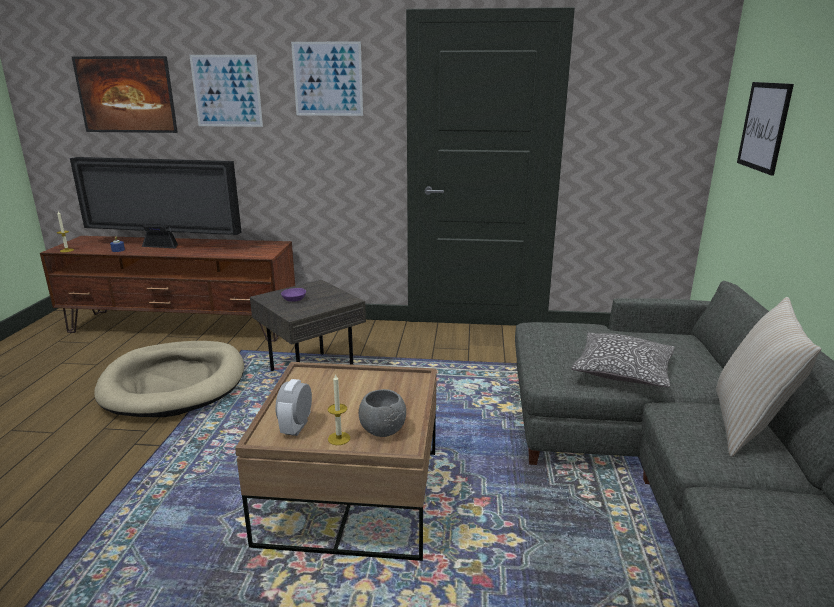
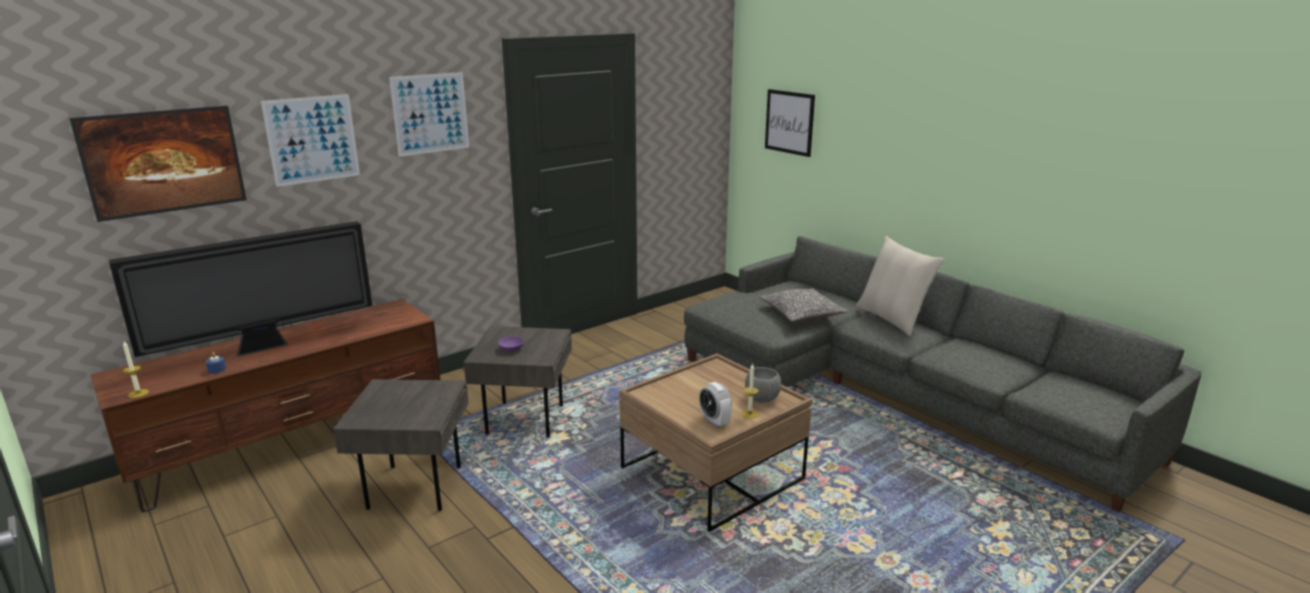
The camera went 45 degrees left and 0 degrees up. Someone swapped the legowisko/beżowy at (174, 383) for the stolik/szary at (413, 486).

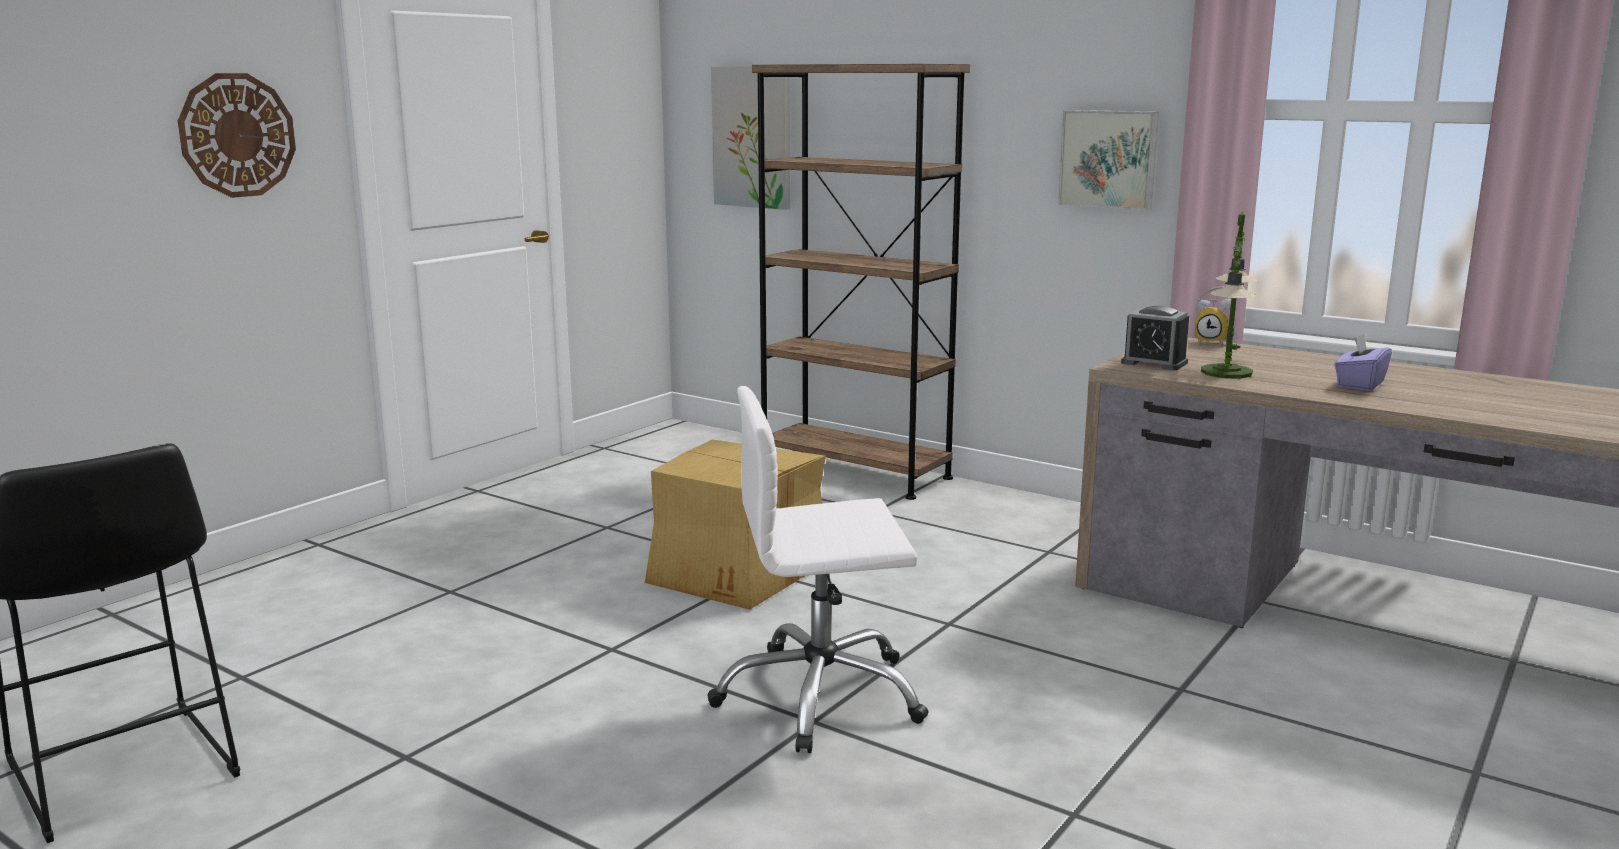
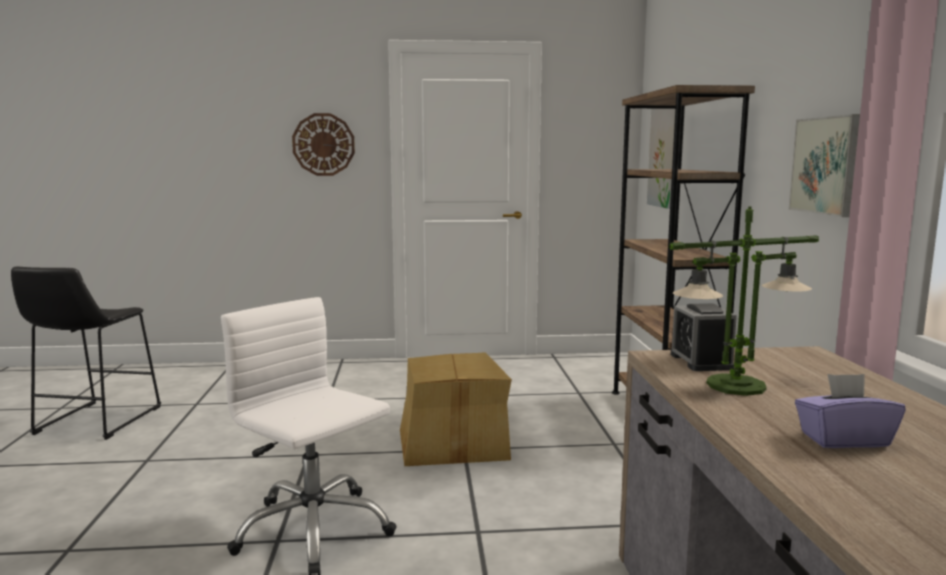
The camera went 50 degrees right and 5 degrees down. Someone took away the budzik at (1213, 342).

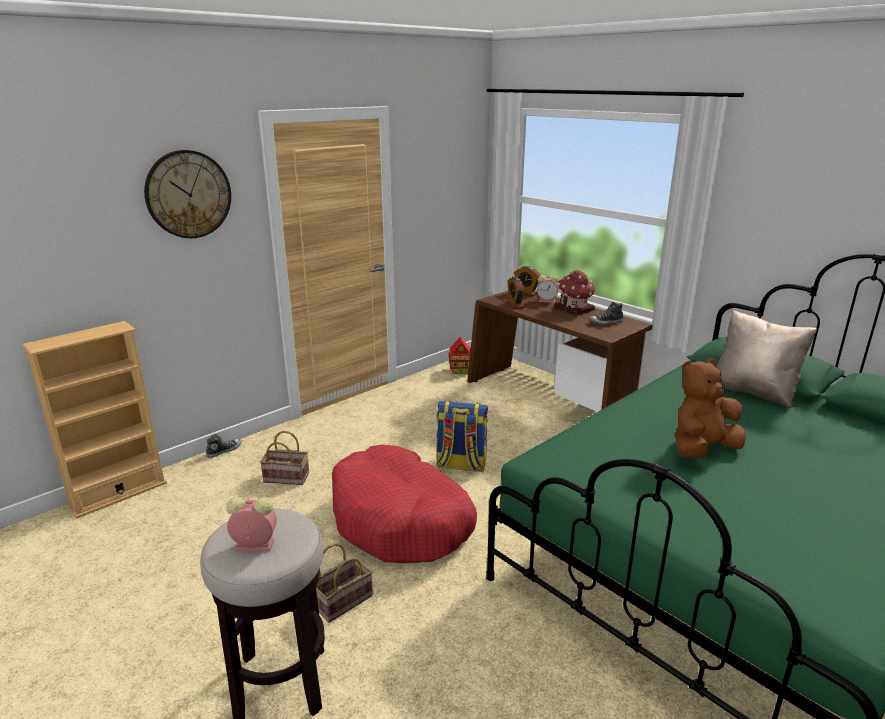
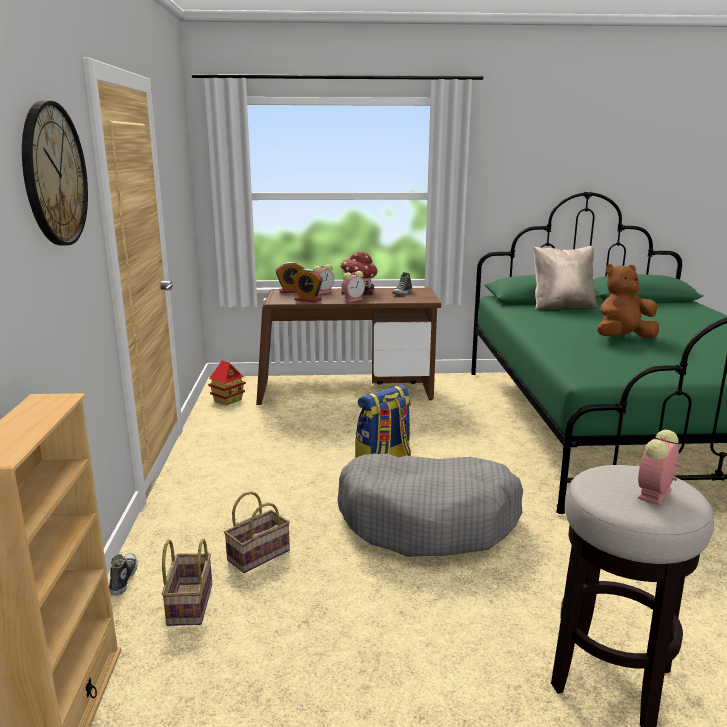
The camera went 50 degrees left and 5 degrees down. Someone put down the budzik at (353, 299). Someone carried the koszyk from (343, 600) to (189, 603). Someone repainted the legowisko/czerwony at (401, 520), which became the legowisko/szary at (428, 520). Someone rotated the pluszak/brązowy at (702, 450) by 60 degrees clockwise.

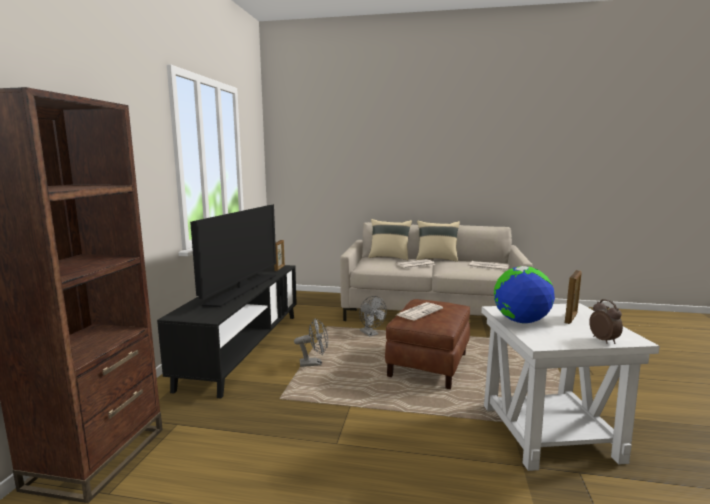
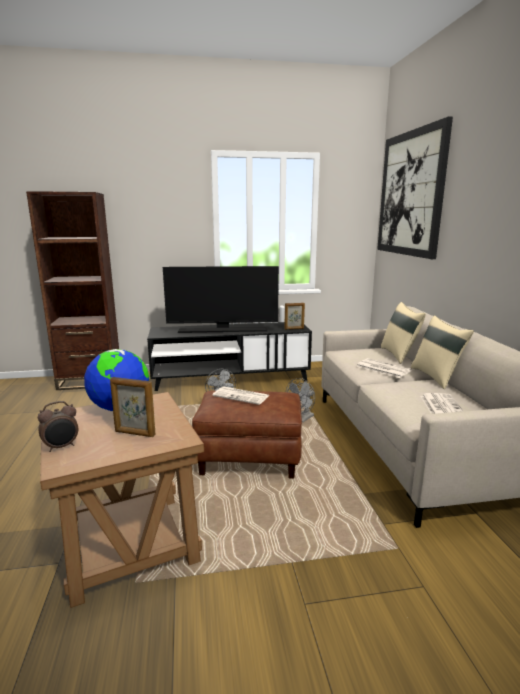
The camera went 70 degrees right and 5 degrees up. Someone put up the obraz at (410, 194). Someone repainted the stolik/biały at (547, 431), which became the stolik/brązowy at (130, 543).

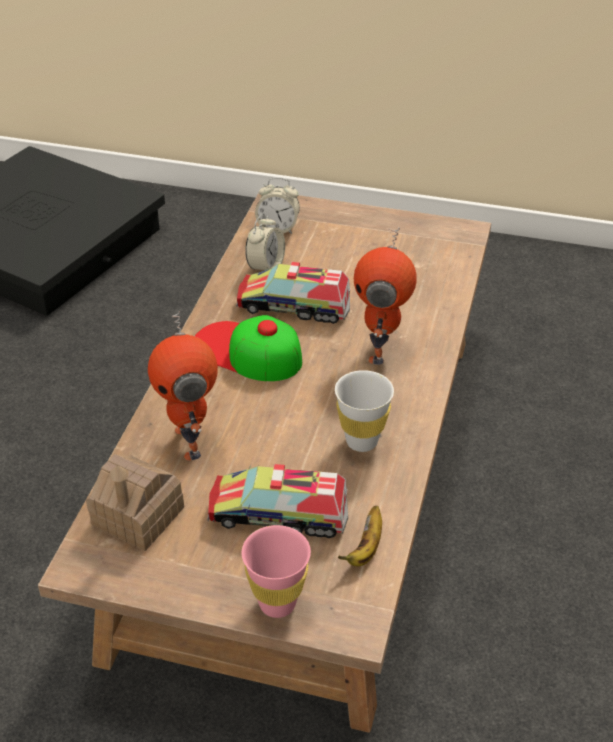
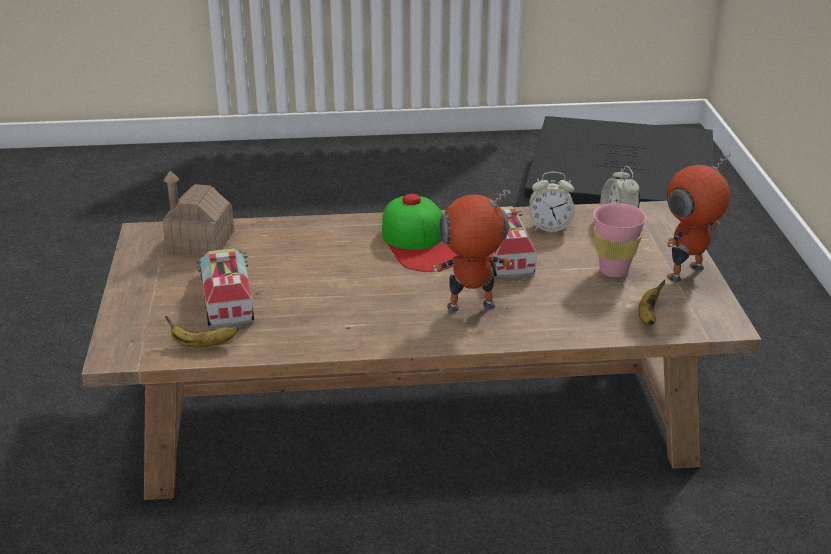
The camera went 70 degrees right and 10 degrees down. Someone took away the filiżanka/biały at (361, 441). Someone put down the banan at (647, 317). Someone carried the robot zabawkowy from (190, 442) to (687, 274). Someone carried the filiżanka/różowy from (277, 603) to (613, 270). Someone rotated the czapka z daszkiem at (247, 352) by 150 degrees clockwise.

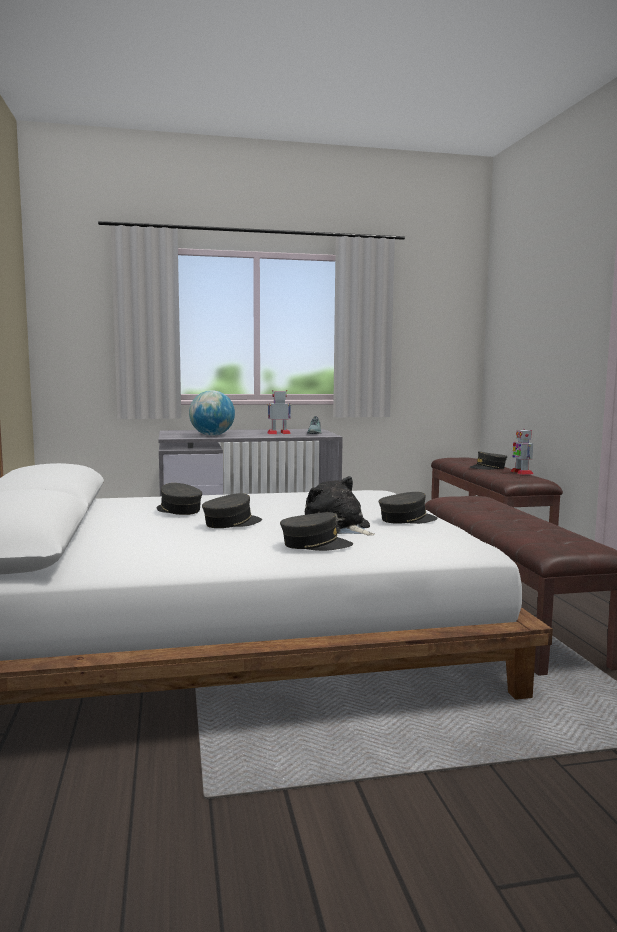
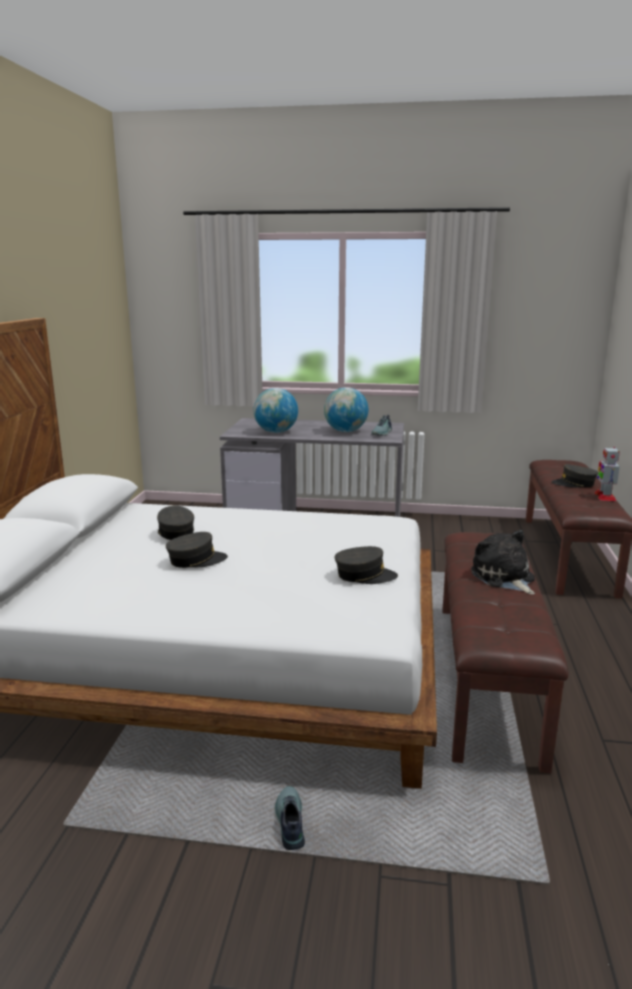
The camera went 20 degrees right and 10 degrees up. Someone took away the czapka z daszkiem/szary at (315, 545). Someone put down the but at (288, 822). Someone carried the pluszak from (338, 527) to (504, 578). Someone swapped the robot zabawkowy at (279, 433) for the globus at (345, 431).

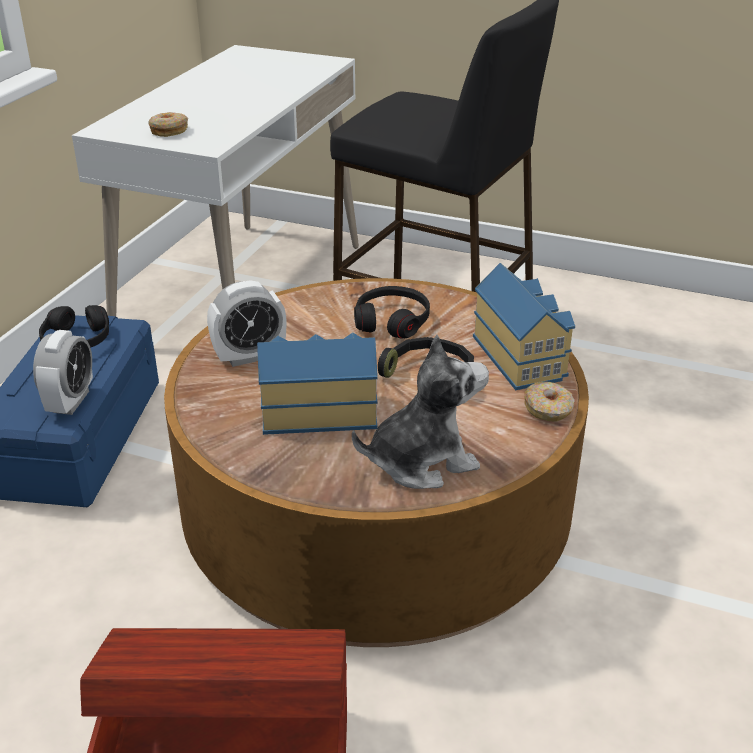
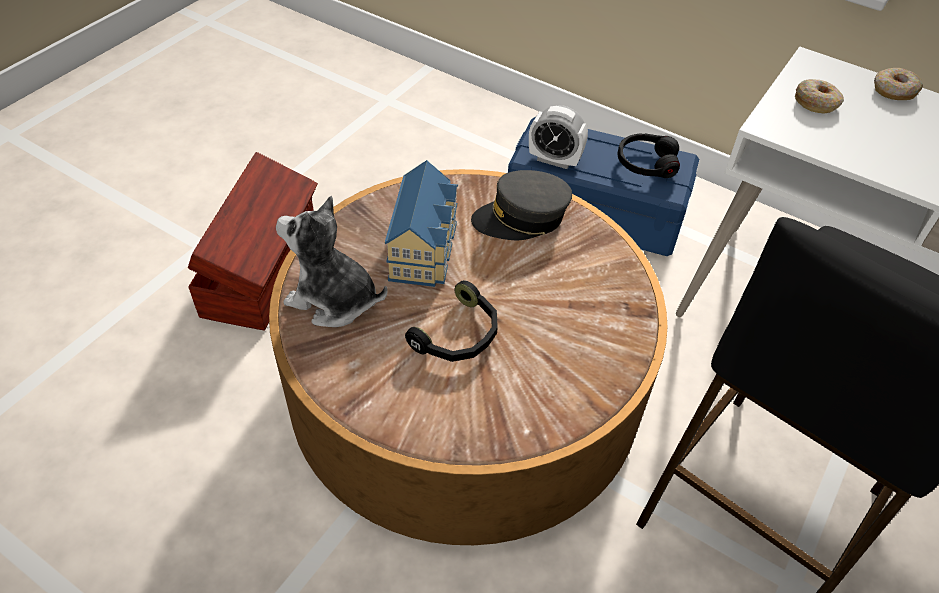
The camera went 100 degrees right and 15 degrees up. Someone took away the słuchawki/czarny at (392, 321). Someone took away the domek at (521, 356). Someone carried the donut from (548, 409) to (893, 91). Someone swapped the budzik at (250, 356) for the czapka z daszkiem/szary at (521, 218). Someone rotated the pluszak at (421, 461) by 120 degrees clockwise.

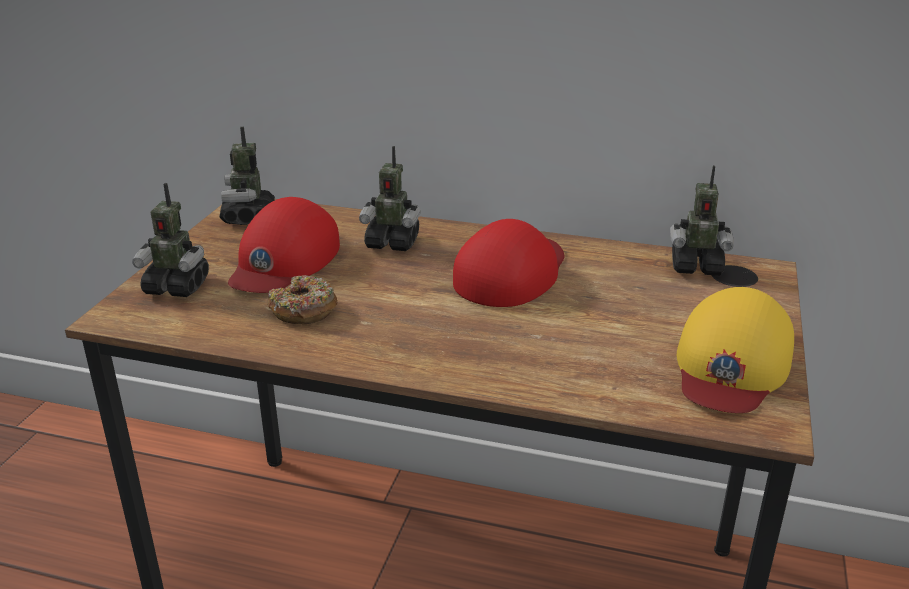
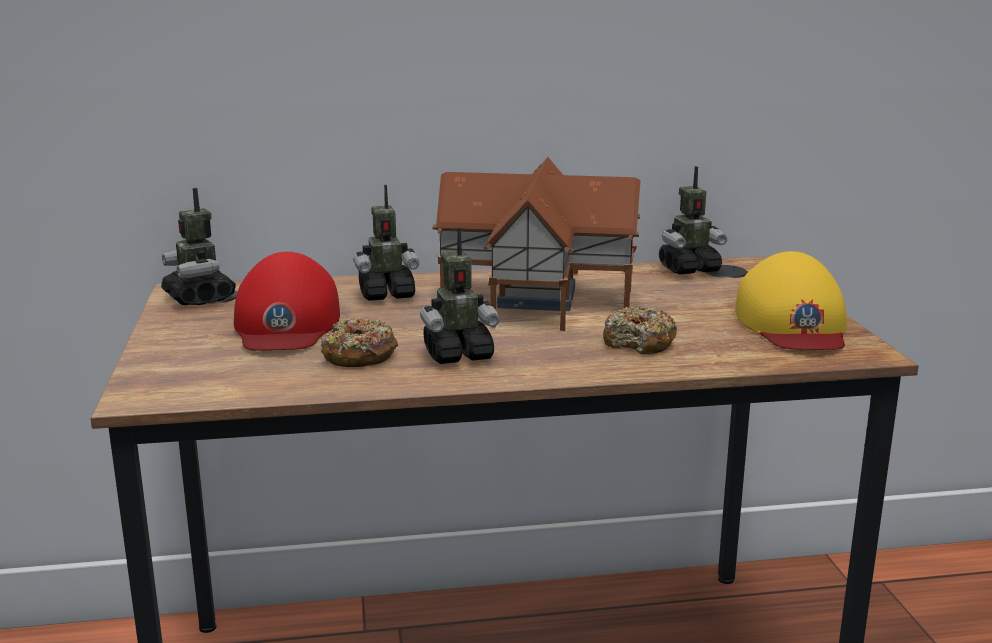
The camera went 25 degrees left and 10 degrees down. Someone put down the donut at (639, 342). Someone carried the robot zabawkowy from (177, 286) to (458, 355). Someone swapped the czapka z daszkiem/czerwony at (512, 274) for the domek at (534, 298).

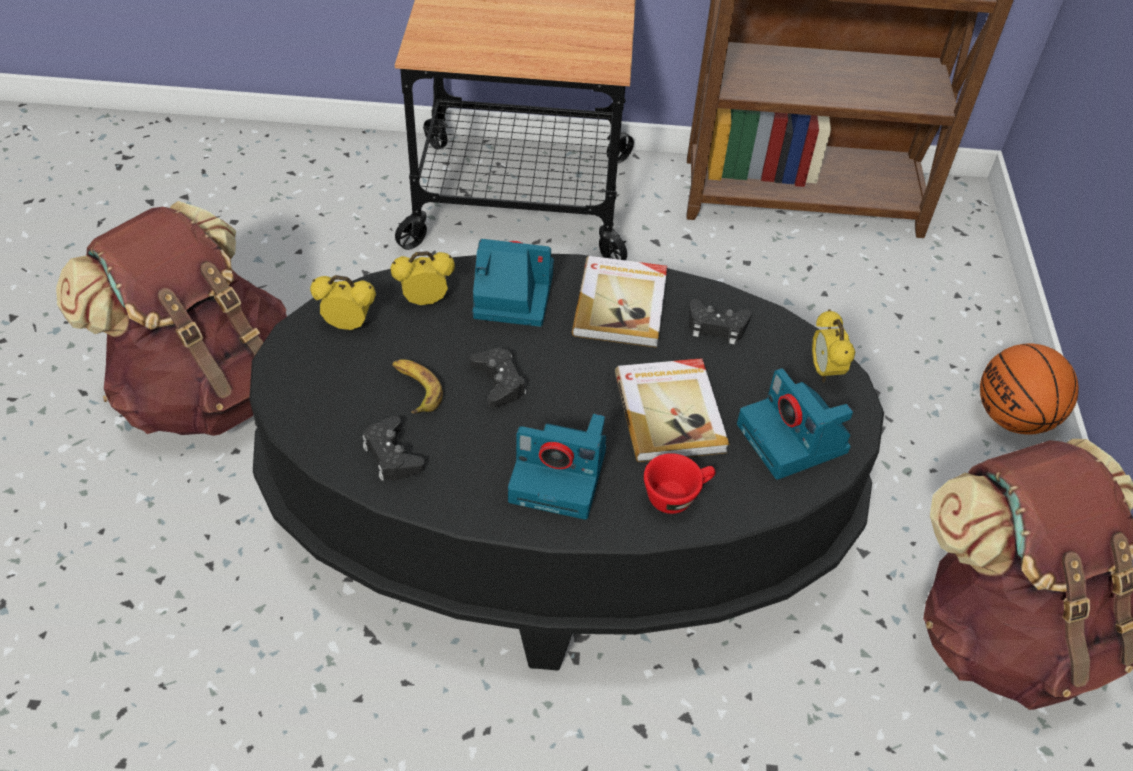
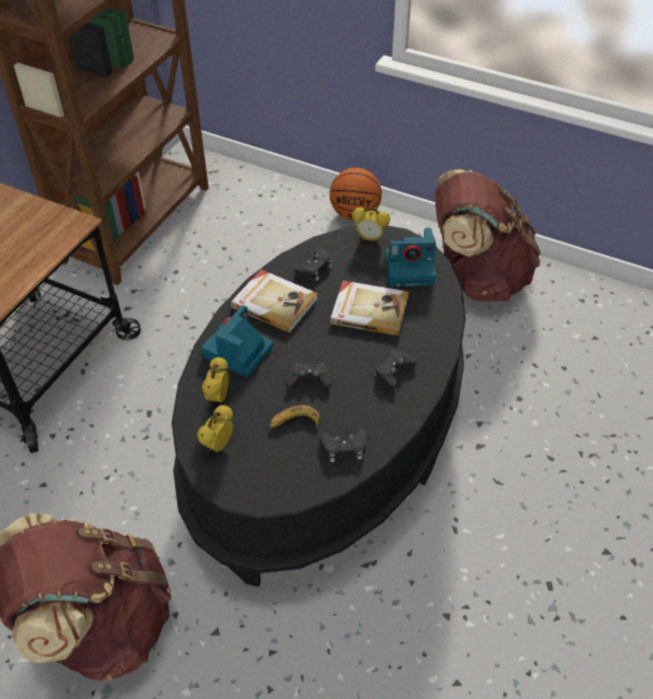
The camera went 65 degrees left and 0 degrees up. Someone took away the filiżanka/czerwony at (677, 495). Someone swapped the aparat fotograficzny at (560, 475) for the pad do gier/czarny at (394, 372).

